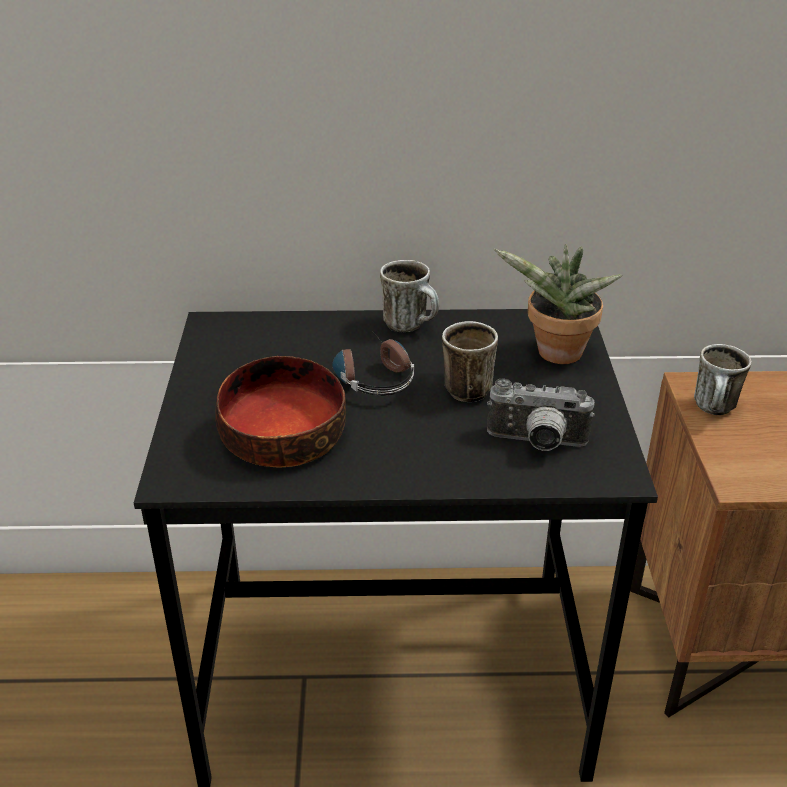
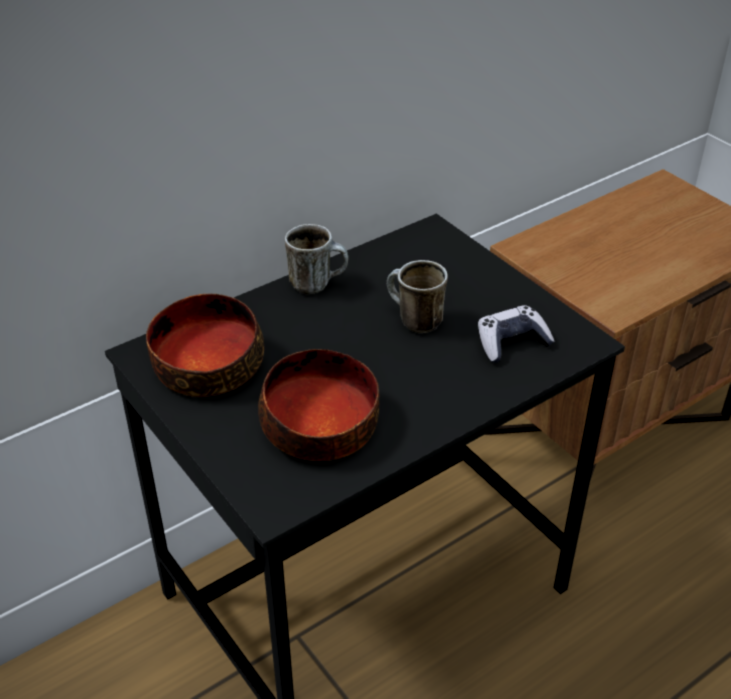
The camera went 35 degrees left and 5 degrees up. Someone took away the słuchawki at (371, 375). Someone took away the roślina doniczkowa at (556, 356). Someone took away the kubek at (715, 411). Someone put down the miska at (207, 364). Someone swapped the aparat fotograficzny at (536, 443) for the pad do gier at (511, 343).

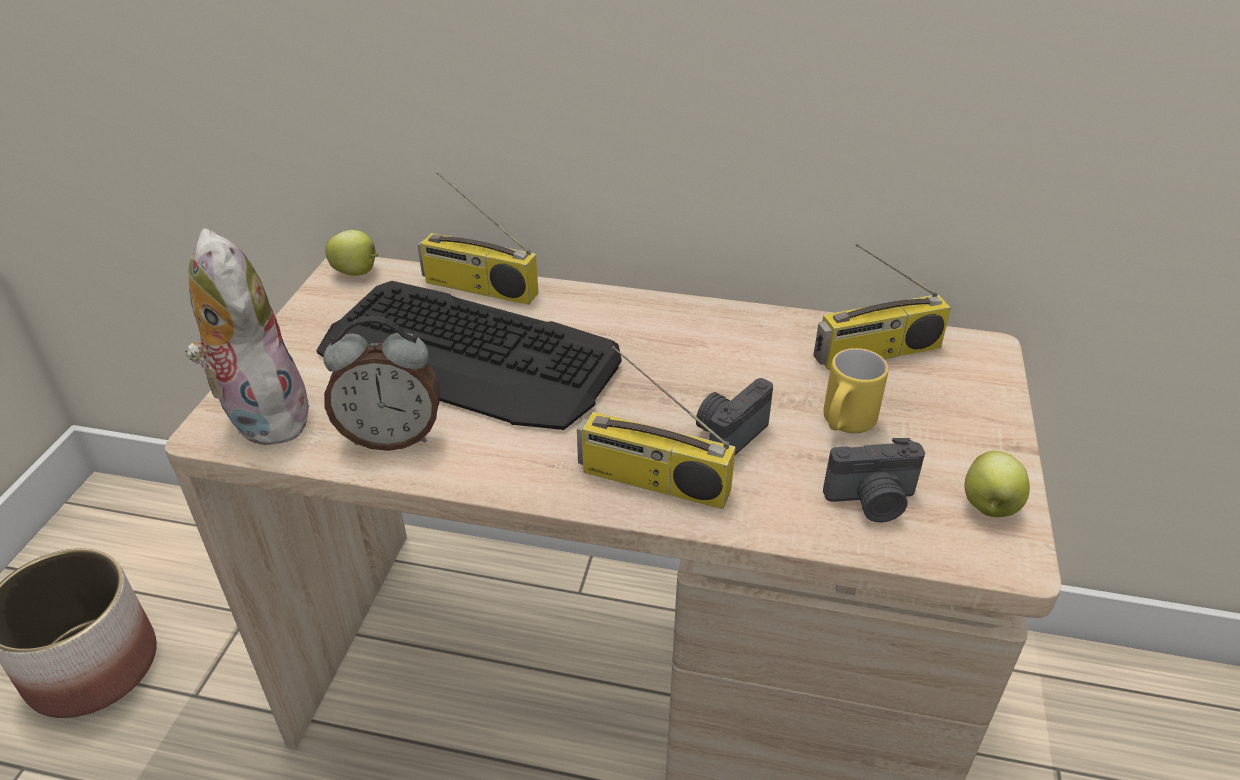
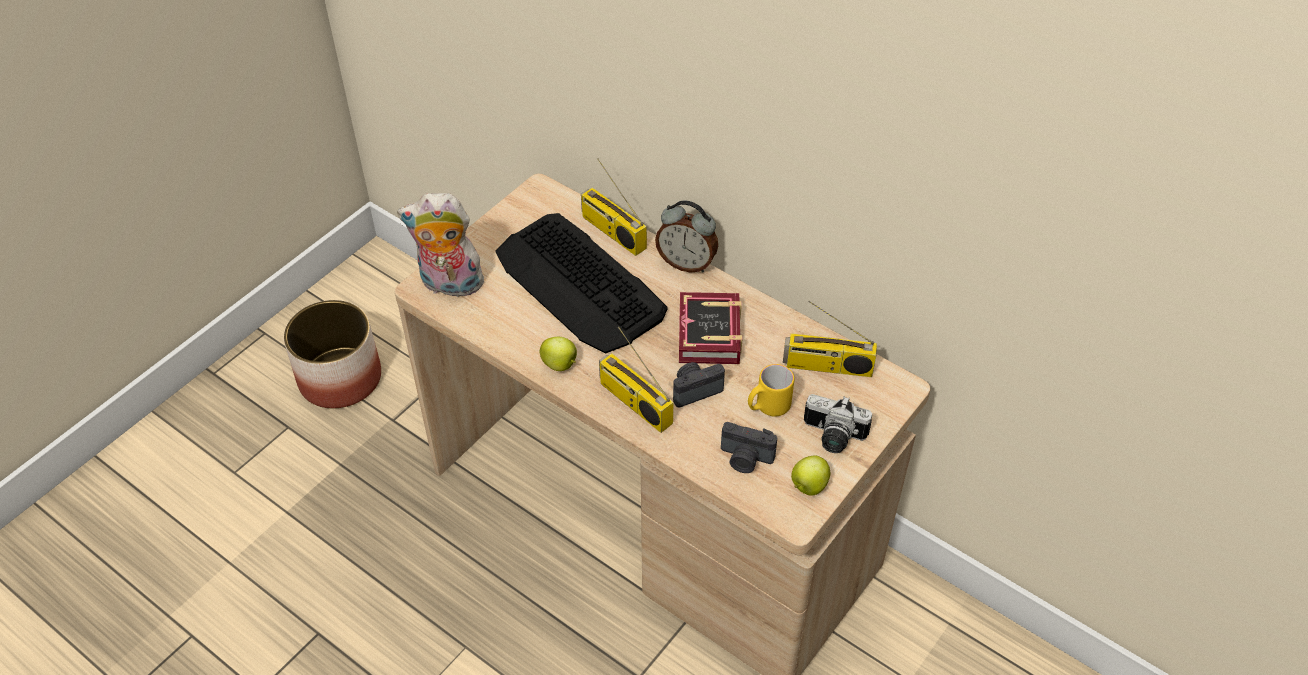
The camera went 25 degrees right and 10 degrees up. Someone put down the książka at (706, 337). Someone put down the aparat fotograficzny at (832, 437). Someone carried the budzik from (392, 437) to (686, 263). Someone carried the jabłko from (357, 272) to (560, 365). Someone rotated the pluszak at (260, 414) by 75 degrees counterclockwise.

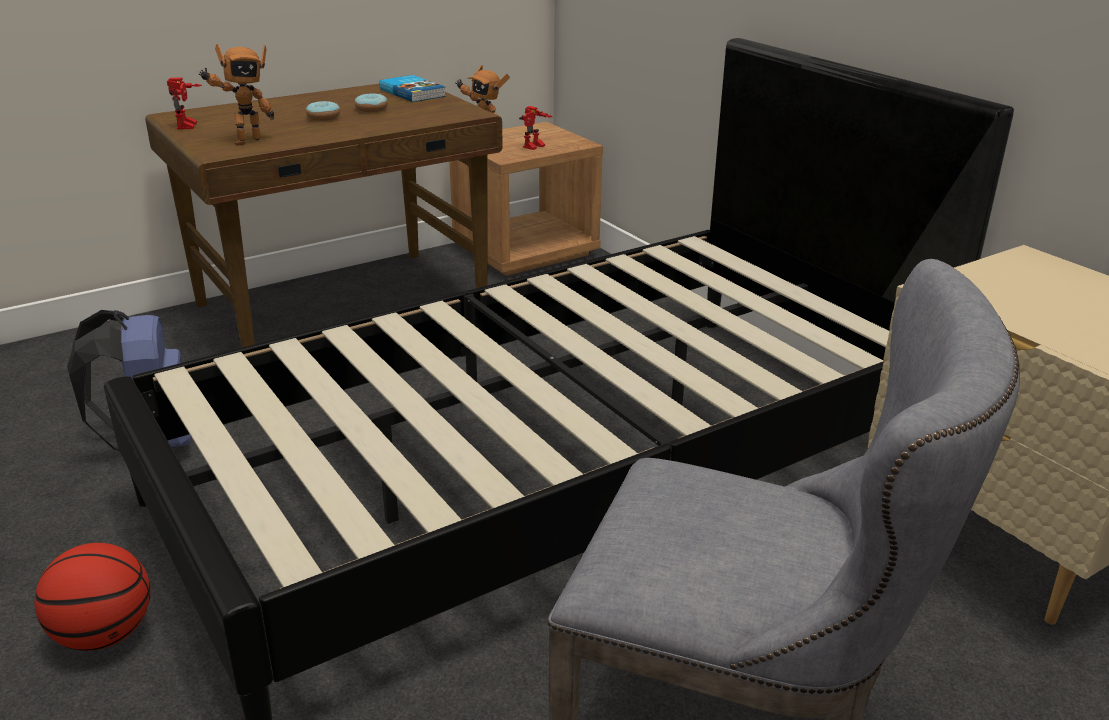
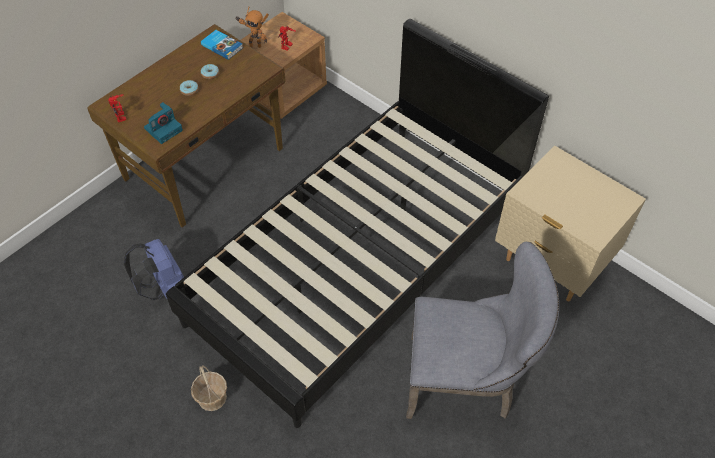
The camera went 15 degrees left and 25 degrees up. Someone swapped the piłka do koszykówki at (104, 635) for the koszyk at (212, 398). Someone swapped the robot zabawkowy at (245, 141) for the aparat fotograficzny at (164, 129).

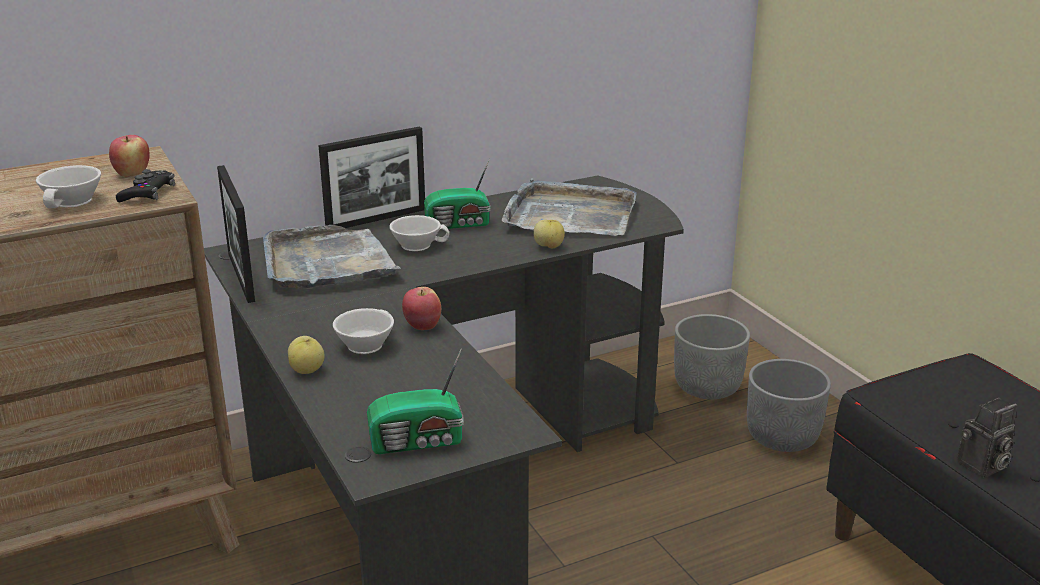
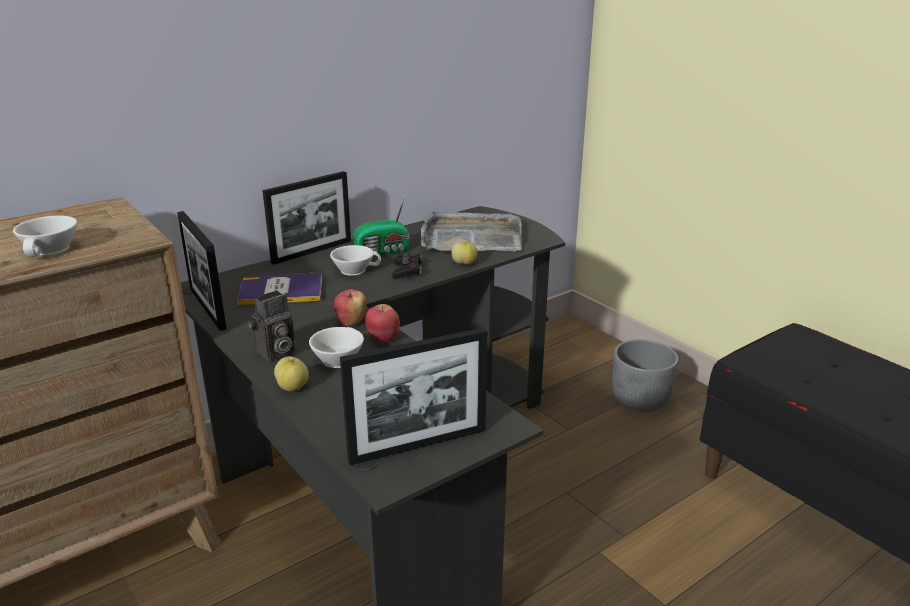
The camera went 10 degrees left and 0 degrees up. Someone took away the donica/szary at (707, 386). Someone carried the jabłko from (132, 174) to (351, 322). Someone carried the pad do gier/czarny from (147, 193) to (407, 270). Someone carried the aparat fotograficzny from (981, 467) to (275, 353). Someone swapped the taca/szary at (327, 262) for the książka at (281, 290). Someone swapped the radio at (419, 442) for the ramka na zdjęcie at (418, 445).

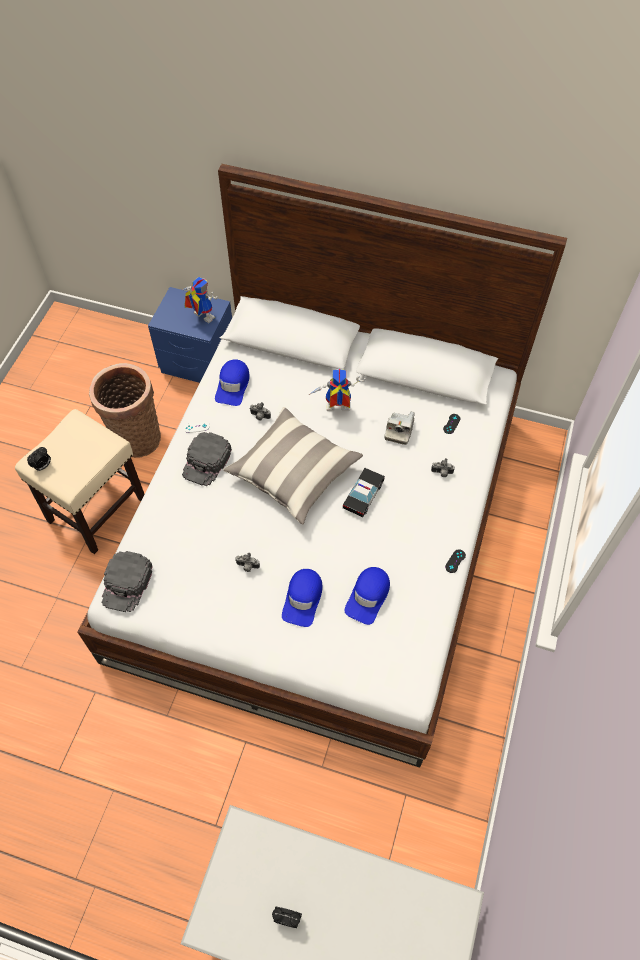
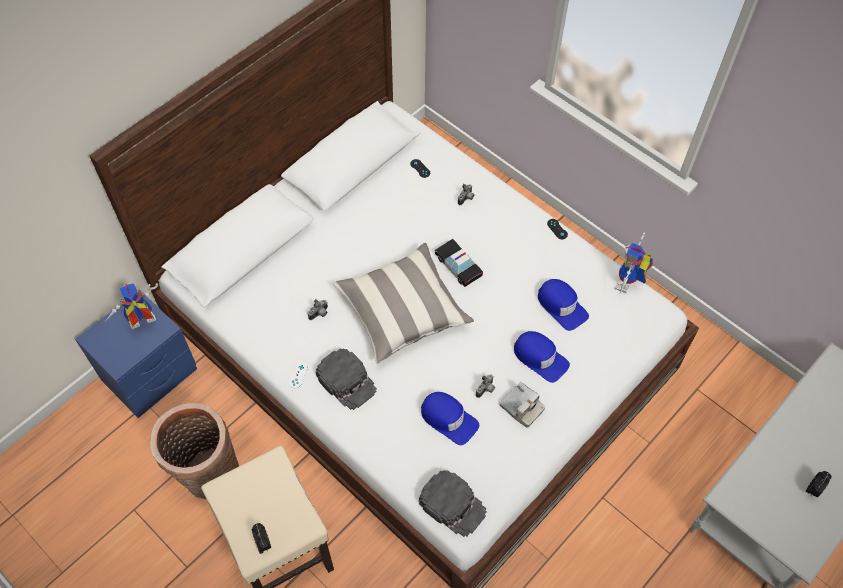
The camera went 65 degrees left and 0 degrees up. Someone carried the czapka z daszkiem/niebieski from (233, 385) to (448, 419). Someone carried the robot zabawkowy from (335, 410) to (627, 285). Someone carried the aparat fotograficzny from (399, 430) to (521, 408).

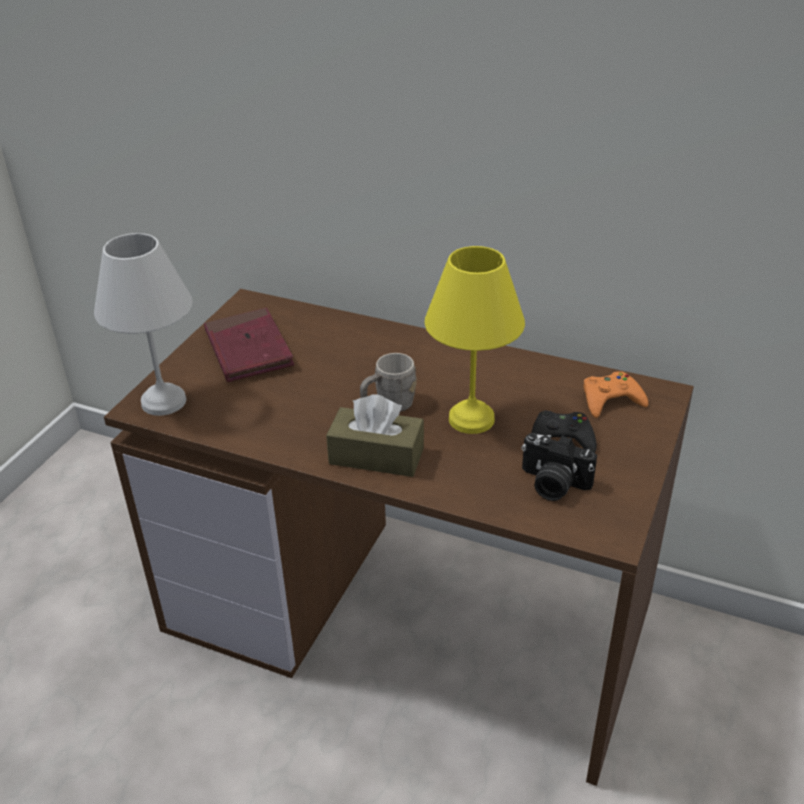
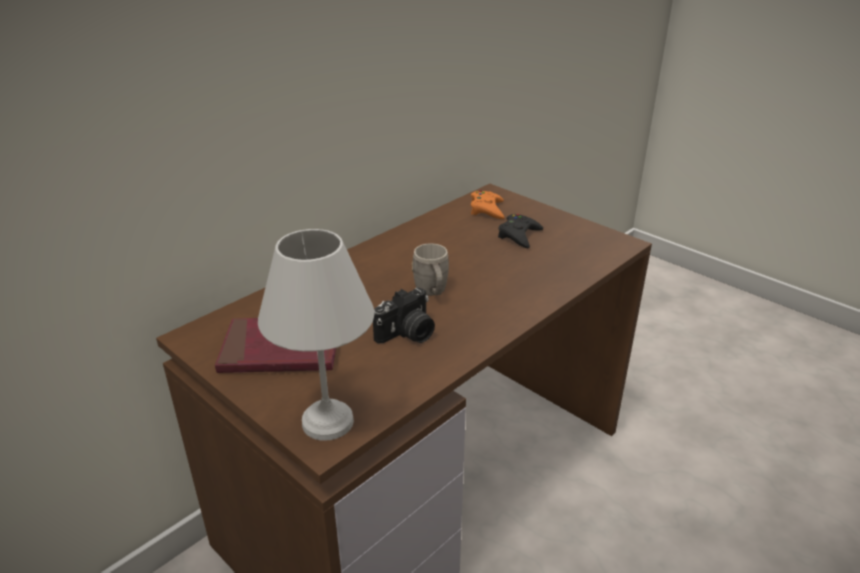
The camera went 70 degrees left and 5 degrees down. Someone took away the pudełko chusteczek/brązowy at (376, 456). Someone took away the lampa stołowa/żółty at (469, 418). Someone carried the aparat fotograficzny from (552, 484) to (407, 334).

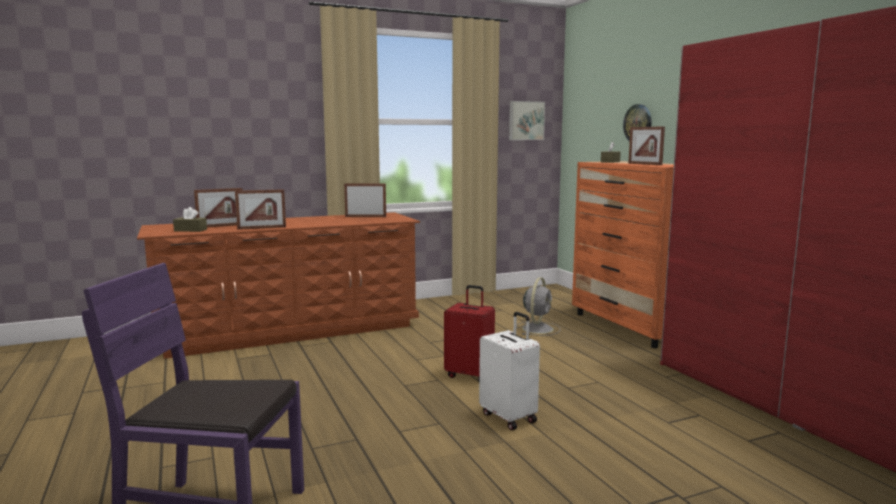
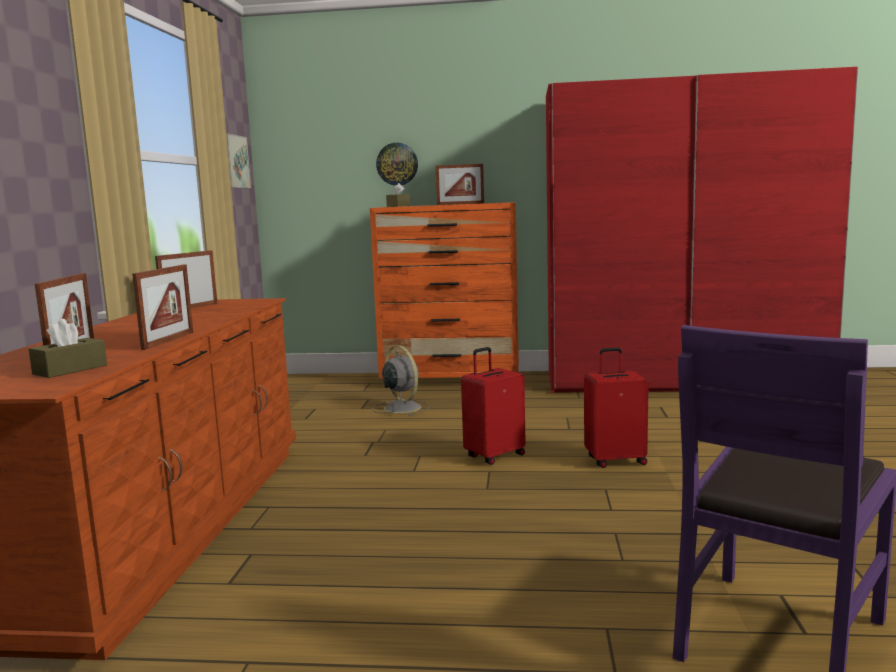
The camera went 60 degrees left and 0 degrees up. Someone repainted the walizka/biały at (509, 417), which became the walizka/czerwony at (615, 460).

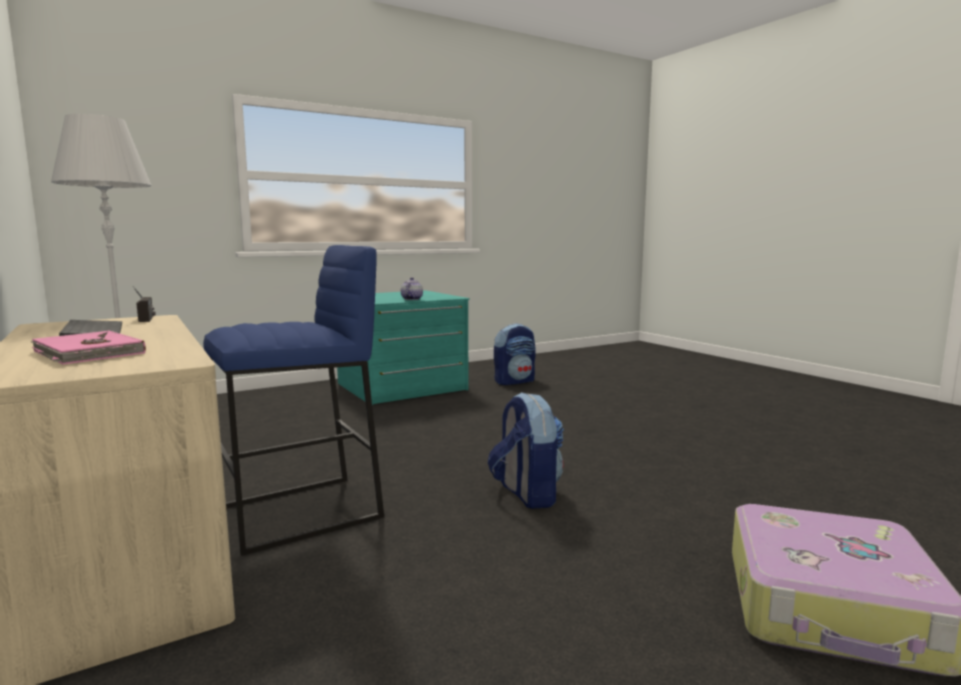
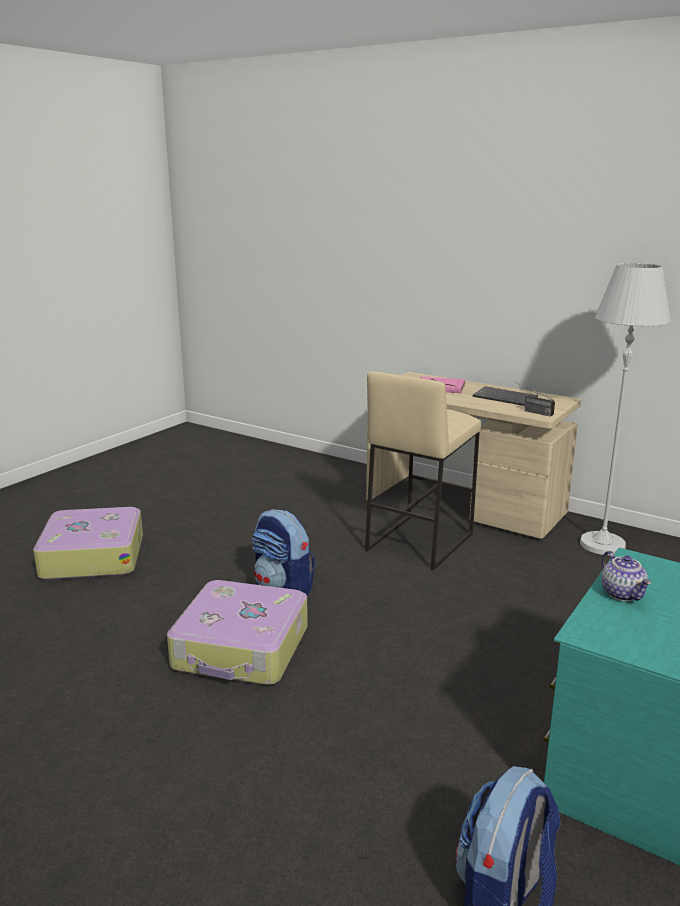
The camera went 155 degrees right and 10 degrees up. Someone put down the walizka at (242, 649). Someone repainted the stołek/niebieski at (301, 513), which became the stołek/beżowy at (418, 541).

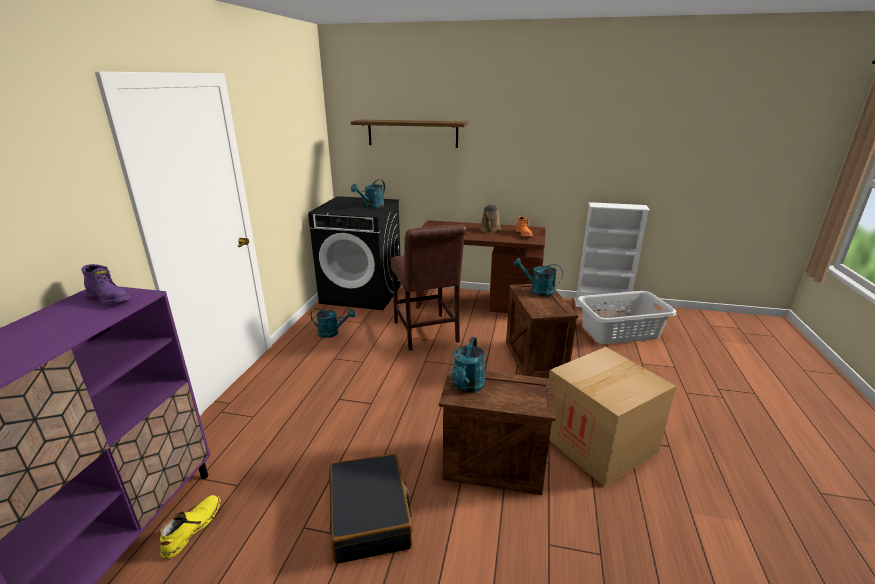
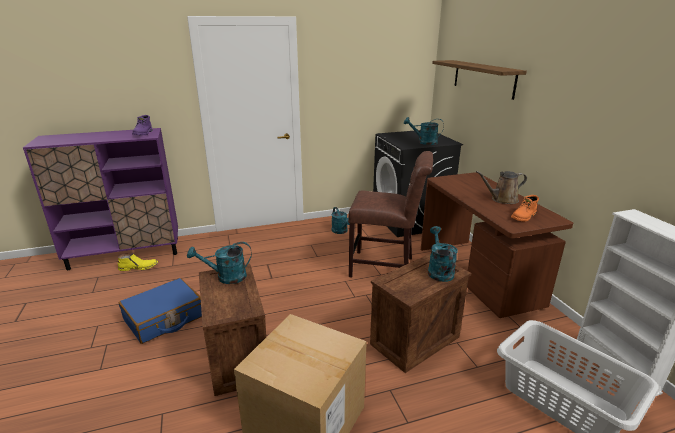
The camera went 60 degrees right and 0 degrees up. Someone repainted the walizka/czarny at (370, 516), which became the walizka/niebieski at (164, 318). Someone rotated the krzesło/brązowy at (426, 334) by 120 degrees counterclockwise.

